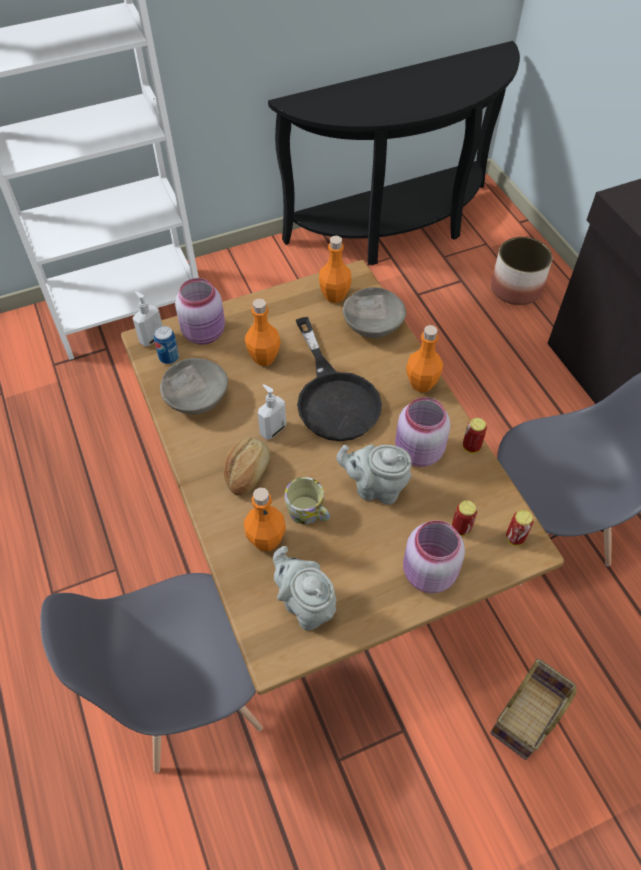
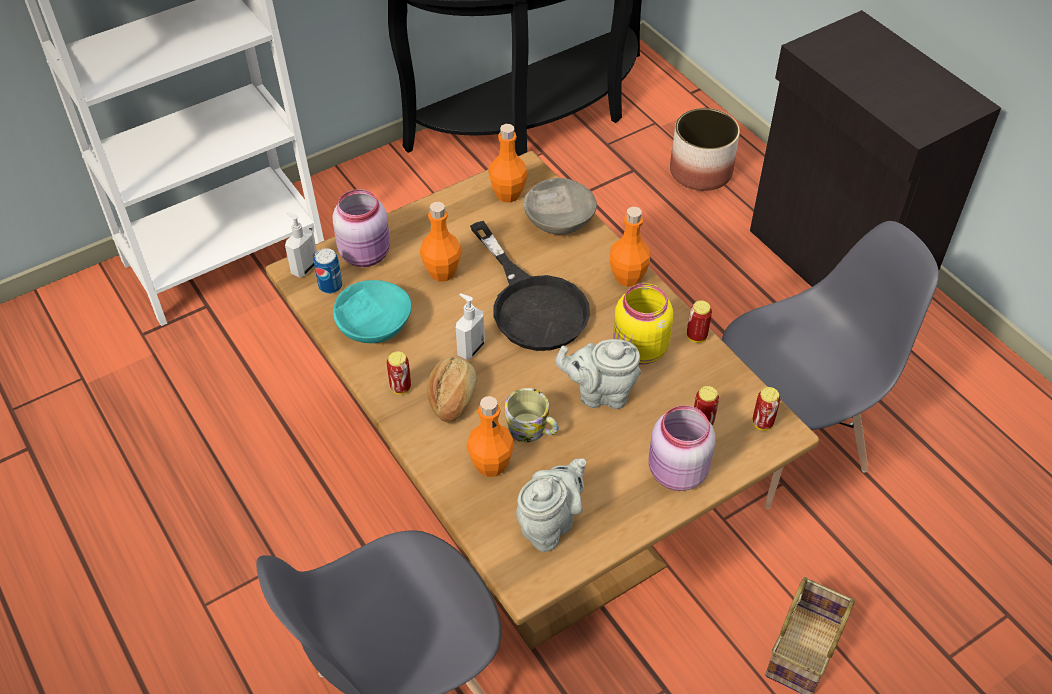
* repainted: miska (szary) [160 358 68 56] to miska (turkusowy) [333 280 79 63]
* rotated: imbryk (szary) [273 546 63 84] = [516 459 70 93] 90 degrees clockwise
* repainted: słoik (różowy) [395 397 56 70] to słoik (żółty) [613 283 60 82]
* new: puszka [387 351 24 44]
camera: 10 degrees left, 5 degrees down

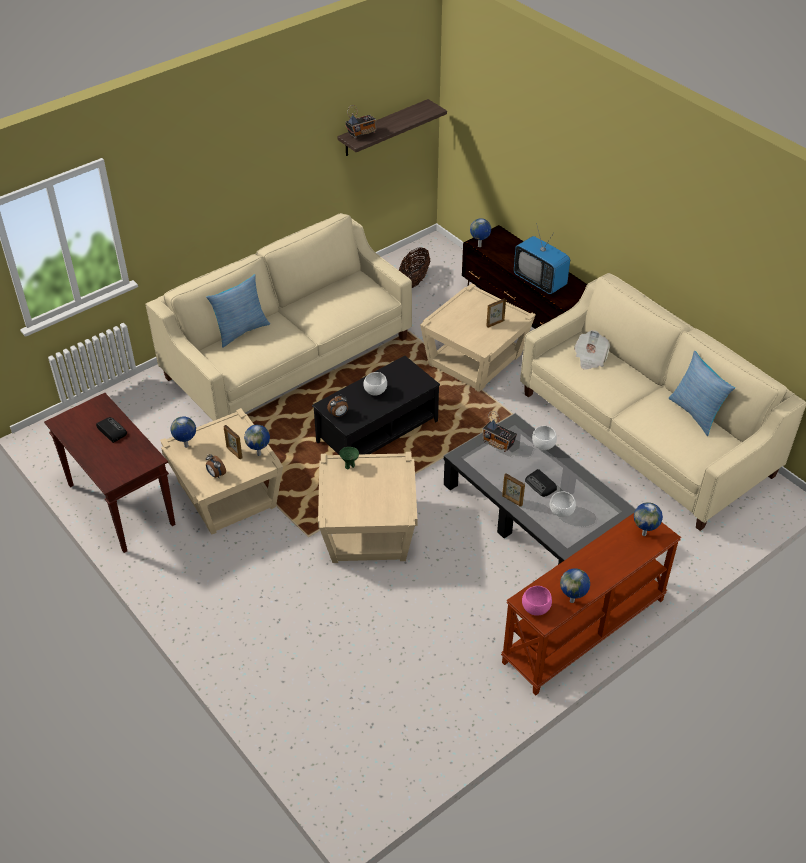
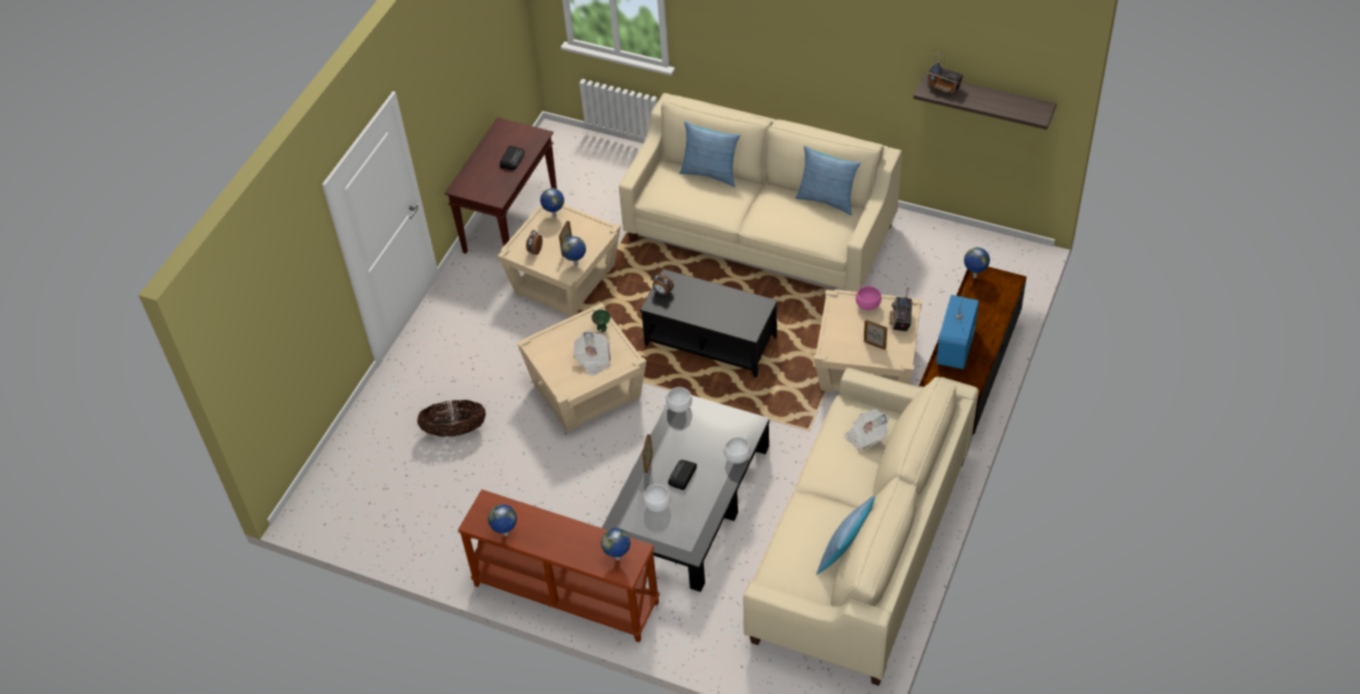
* shifted: miska (biały) [363 372 24 24] to [666 387 26 26]
* shifted: koszyk [399 247 32 41] to [417 400 69 37]
* shifted: radio [482 411 35 41] to [890 288 23 43]
* shifted: miska (różowy) [522 586 30 30] to [856 286 25 24]
* new: gazeta [573 330 38 47]
* new: poduszka [795 146 66 69]
camera: 65 degrees right, 5 degrees up

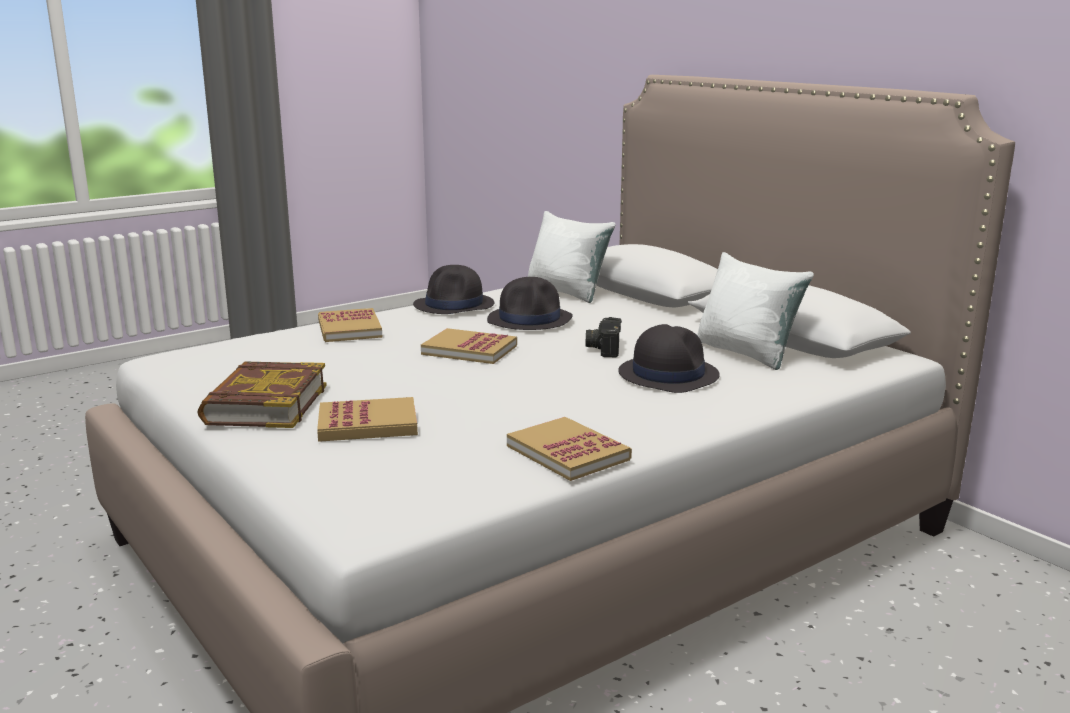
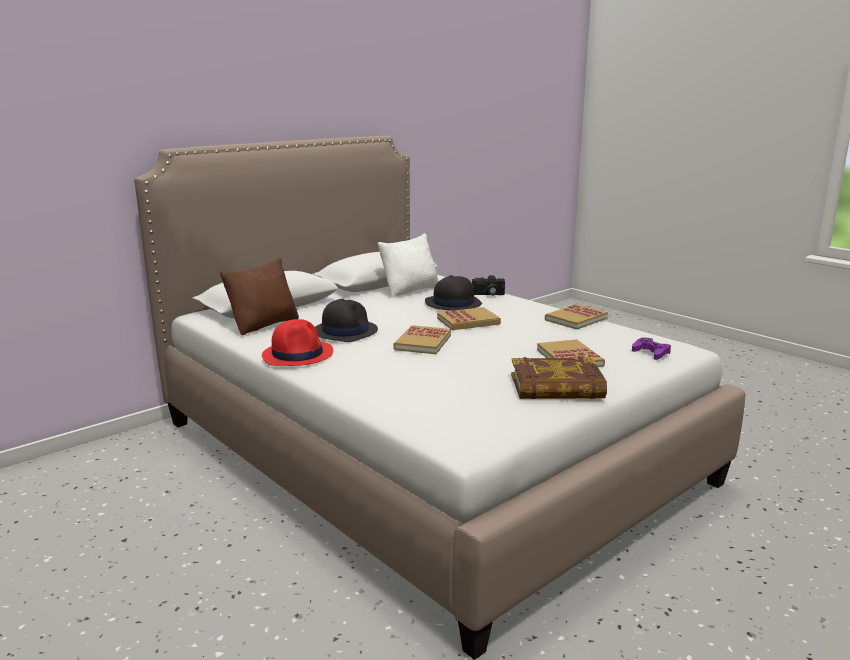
* shifted: książka [318 308 65 34] to [437 307 64 23]
* repainted: kapelusz (czarny) [413 265 81 49] to kapelusz (czerwony) [262 319 71 47]
* repainted: poduszka (biały) [528 211 88 92] to poduszka (brązowy) [220 258 79 77]
* shifted: aparat fotograficzny [586 317 36 40] to [472 275 33 21]
* new: pad do gier (fioletowy) [632 337 39 23]
camera: 95 degrees left, 0 degrees up

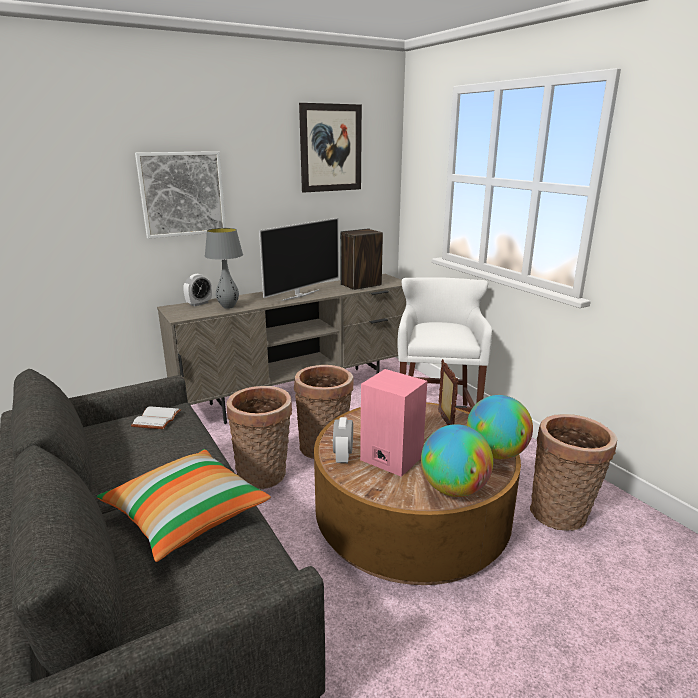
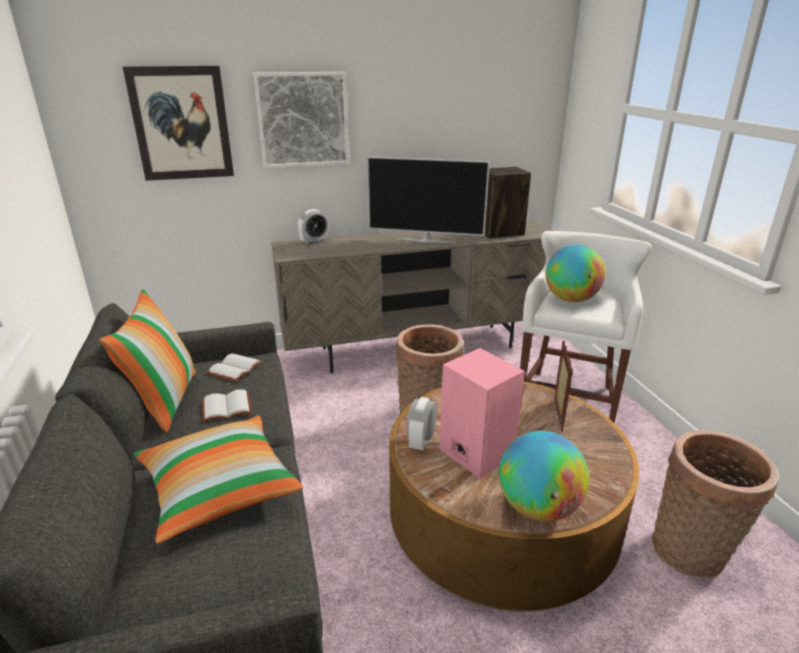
* gone: lampa stołowa (szary) [205 228 38 81]
* gone: koszyk [227 386 65 103]
* rotated: telewizor [259 218 80 83] = [367 156 123 87] 45 degrees clockwise
* shifted: obraz [299 103 63 90] to [123 66 111 115]
* shifted: globus [467 395 66 64] to [545 244 61 58]
* new: poduszka [100 289 96 144]
* new: książka (biały) [202 389 50 33]
camera: 15 degrees right, 5 degrees up

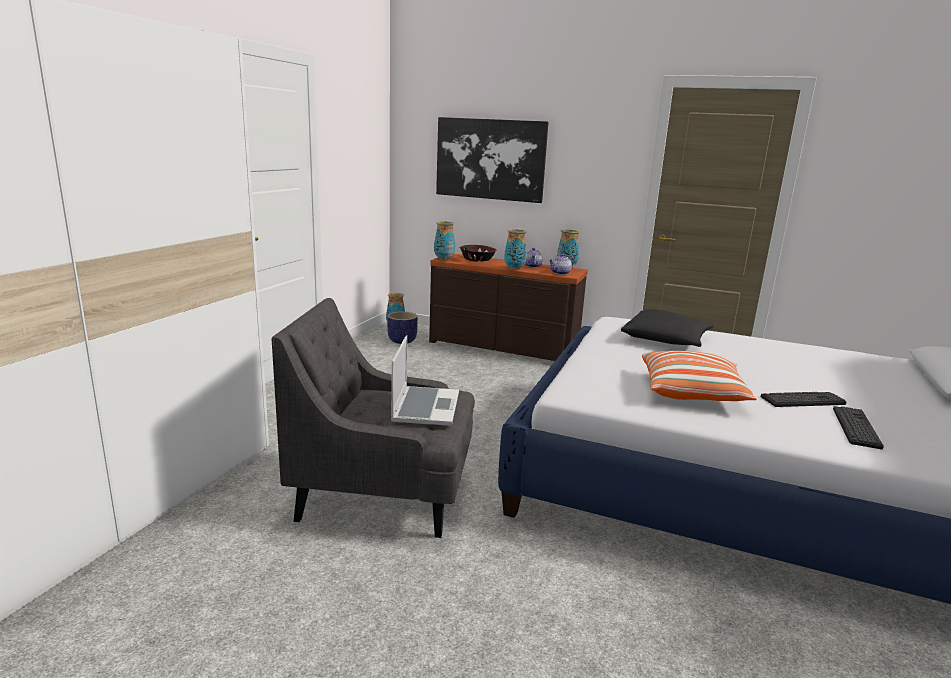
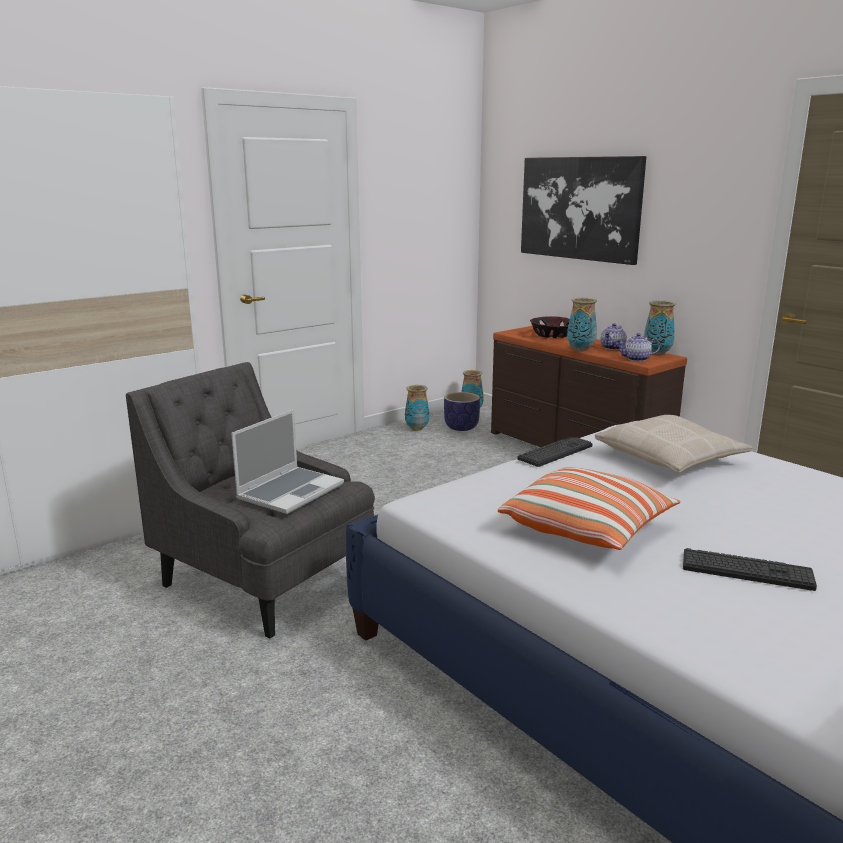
* shifted: wazon [434 221 21 40] to [405 385 24 46]
* repainted: poduszka (czarny) [621 309 93 38] to poduszka (beżowy) [595 415 158 58]
* shifted: klawiatura [833 406 51 43] to [517 437 76 30]
camera: 30 degrees right, 0 degrees up

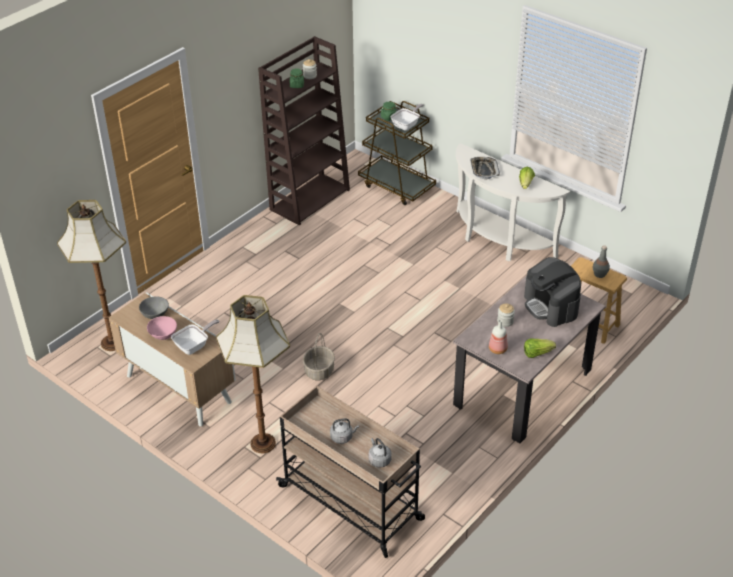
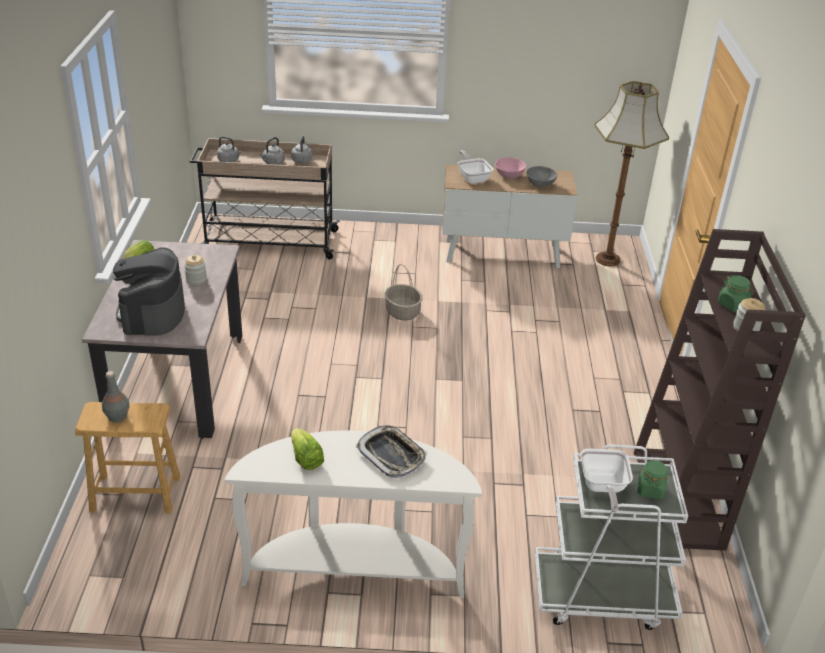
* rotated: patelnia [171 319 49 36] = [458 150 35 34] 150 degrees clockwise
* gone: lampa stojąca [216 295 74 158]
* repainted: wózek (brązowy) [358 101 78 104] to wózek (biały) [535 445 153 185]
* gone: butelka [489 320 19 34]
* rotated: ekspres do kawy [524 257 57 70] = [113 247 72 89] 120 degrees counterclockwise
* new: czajnik (szary) [291 136 21 28]
camera: 140 degrees right, 5 degrees down

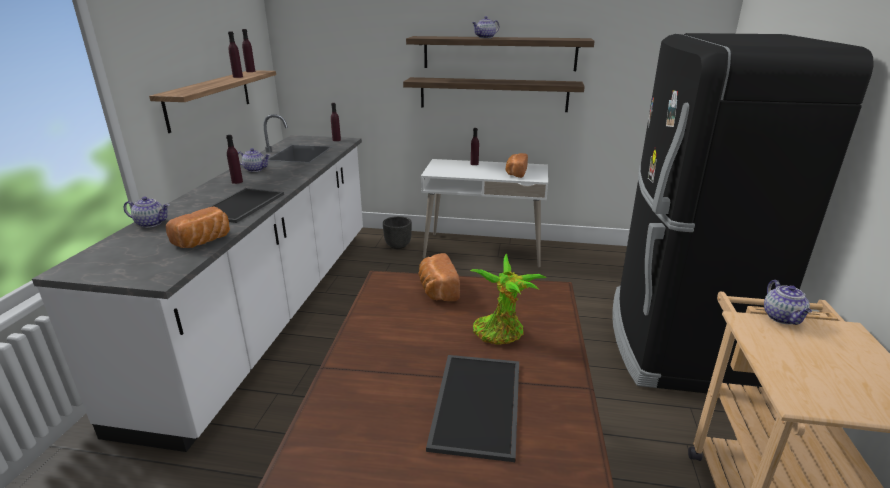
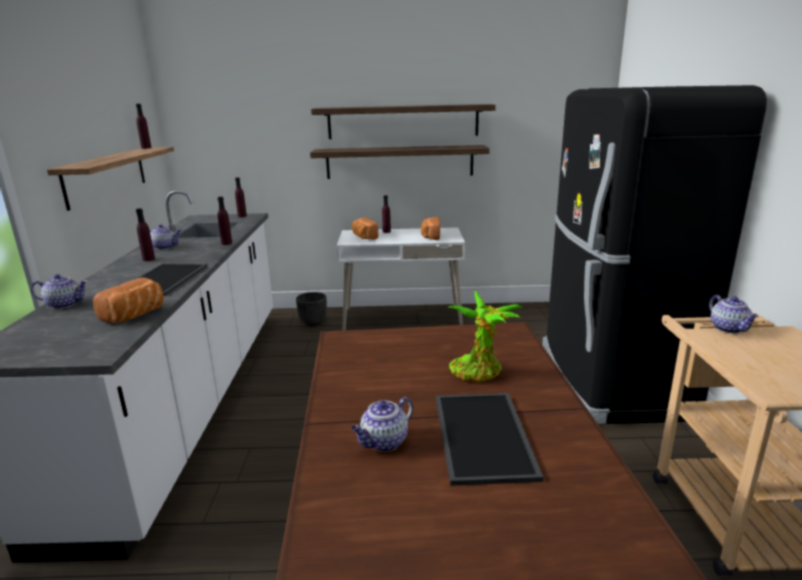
* shifted: butelka (fioletowy) [228 31 15 47] to [217 197 15 48]
* shifted: chleb [418 253 42 48] to [352 217 26 23]
* shifted: imbryk [472 16 27 22] to [351 397 62 55]
camera: 10 degrees left, 5 degrees down

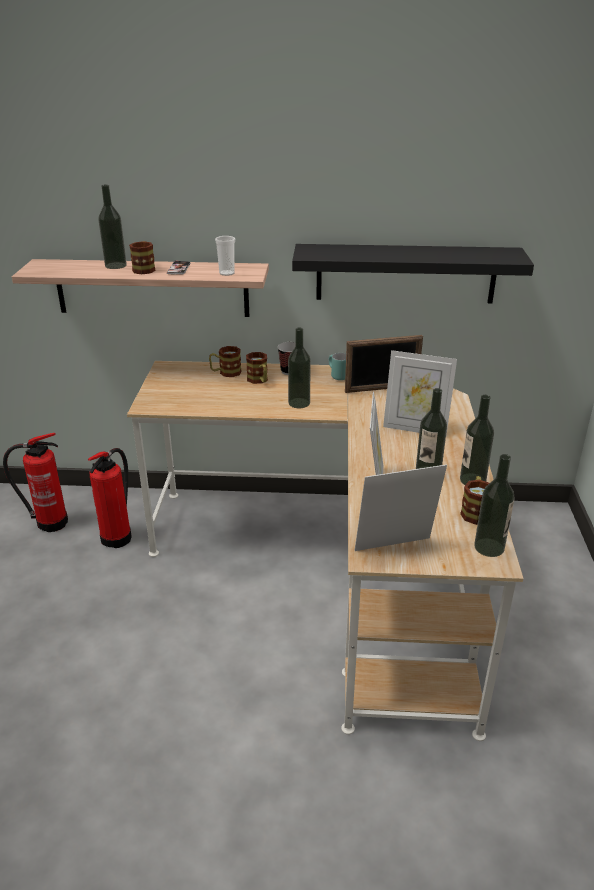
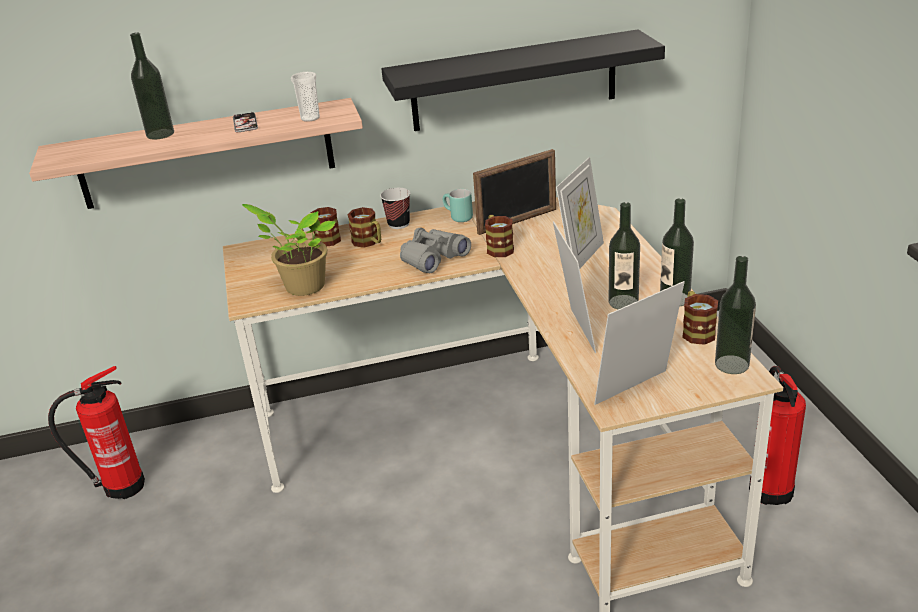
* shifted: gaśnica [88 448 44 100] to [749 366 57 139]
* shifted: kubek [129 241 27 33] to [485 215 29 42]
* swapped: butelka [288 327 23 81] to lornetka (szary) [400 227 71 46]
* rotated: ramka na zdjęcie [383 350 74 85] = [556 157 48 112] 60 degrees counterclockwise
* new: roślina doniczkowa [242 204 94 92]
camera: 15 degrees left, 0 degrees up

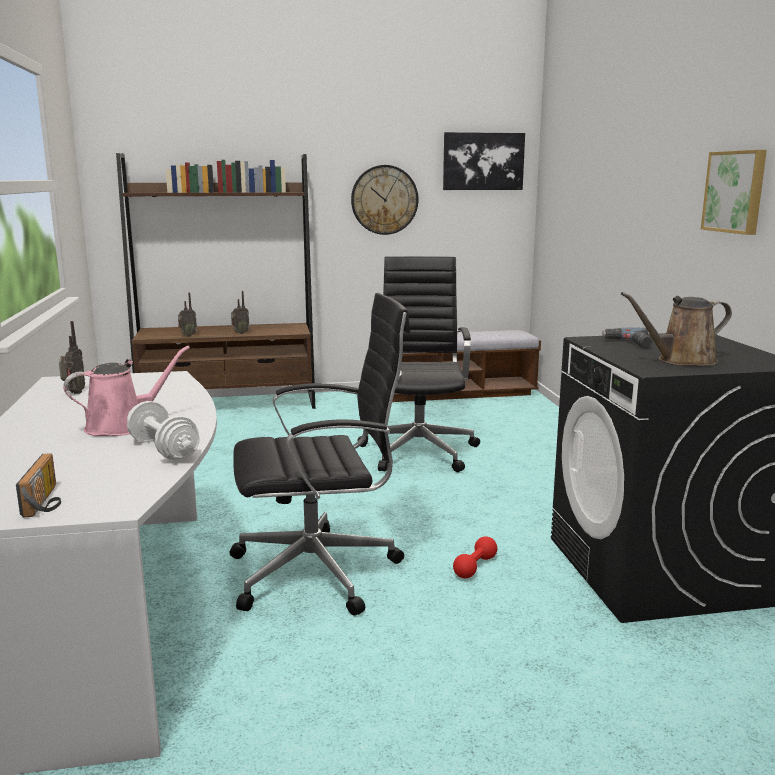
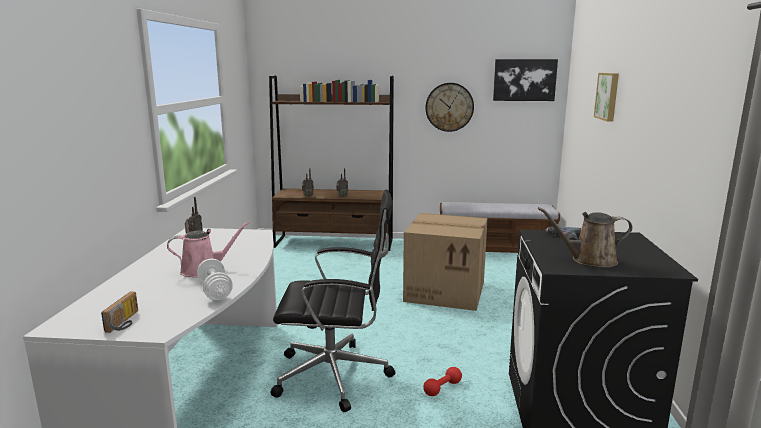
* swapped: krzesło biurowe (czarny) [357 256 123 216] to karton [403 213 85 98]
* shifted: obraz [701 150 66 85] to [594 73 25 49]
camera: 15 degrees right, 0 degrees up

